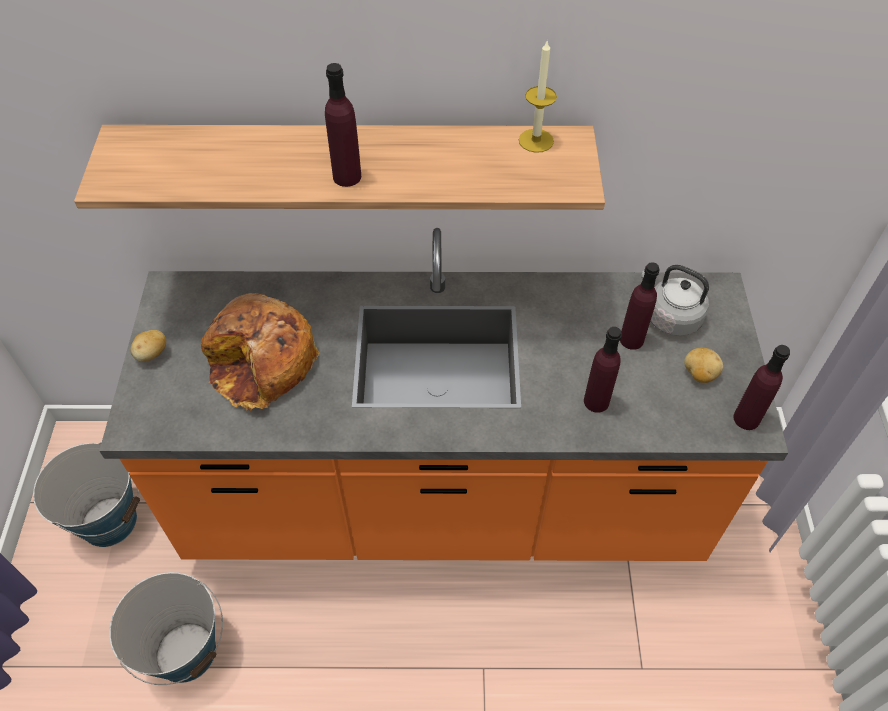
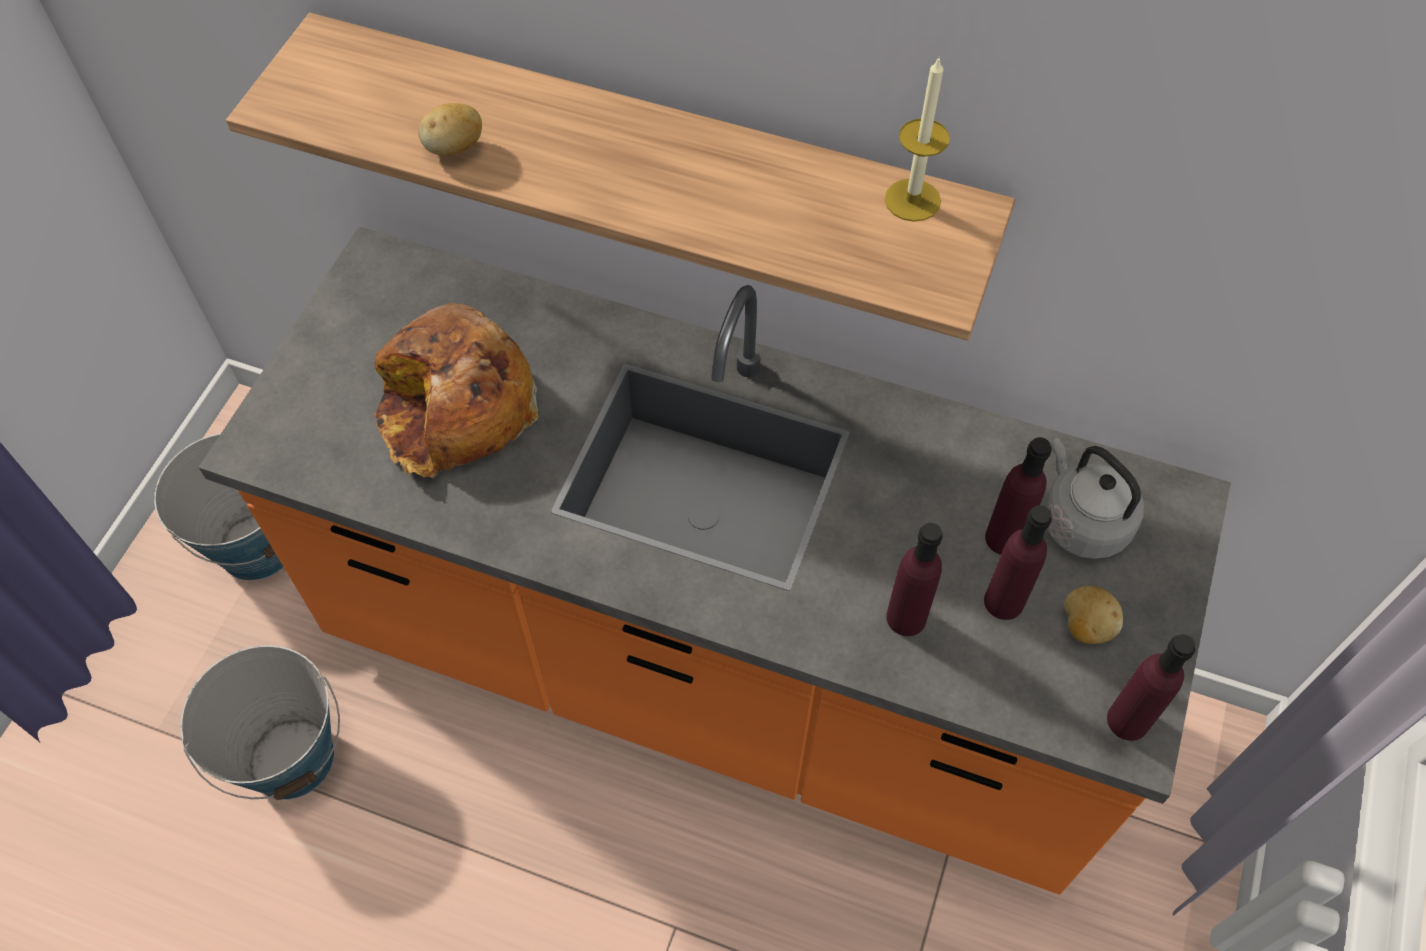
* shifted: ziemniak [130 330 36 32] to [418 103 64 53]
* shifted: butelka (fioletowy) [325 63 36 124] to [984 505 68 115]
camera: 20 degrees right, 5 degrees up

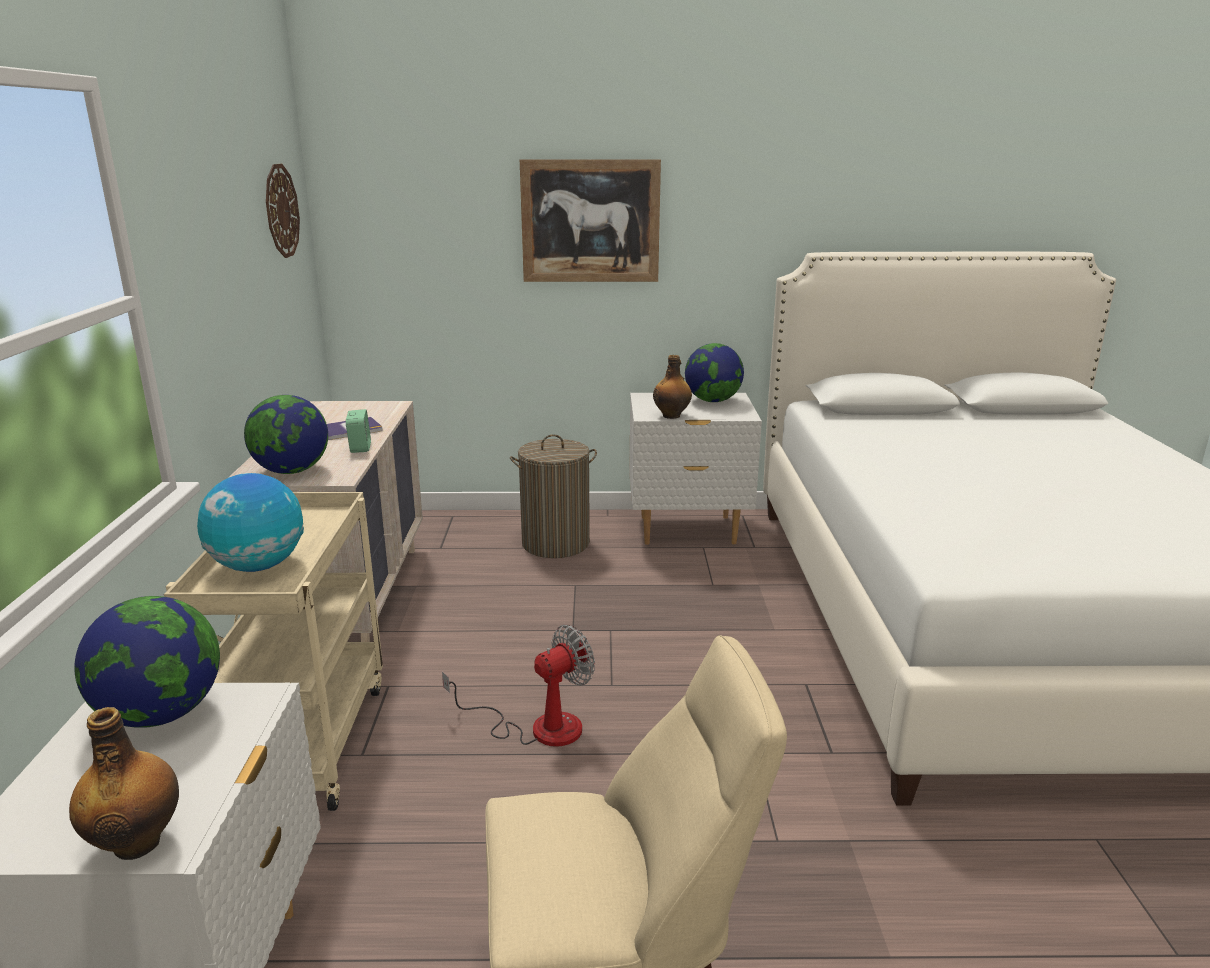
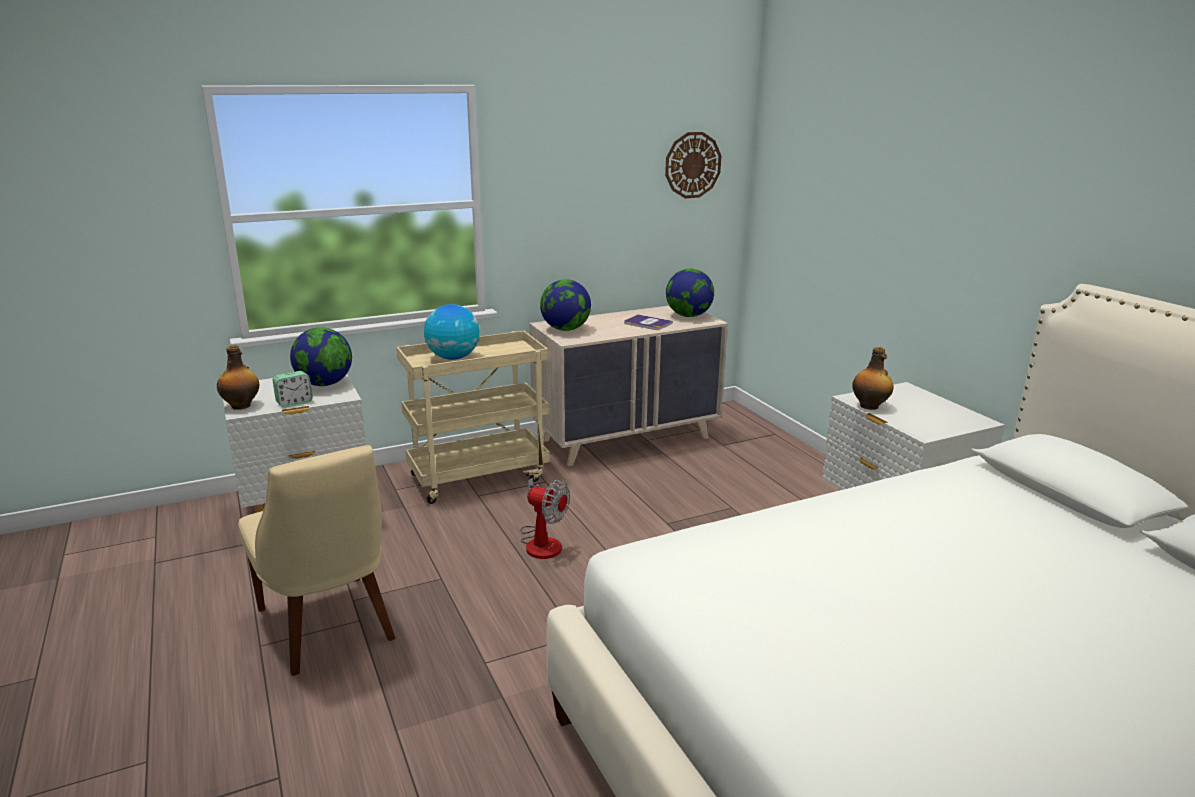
* shifted: budzik [346 409 25 44] to [273 371 40 36]
* gone: kosz na pranie [510 434 87 124]
* gone: obraz [520 159 141 123]
* shifted: globus [685 343 59 59] to [666 269 48 48]
camera: 65 degrees right, 0 degrees up

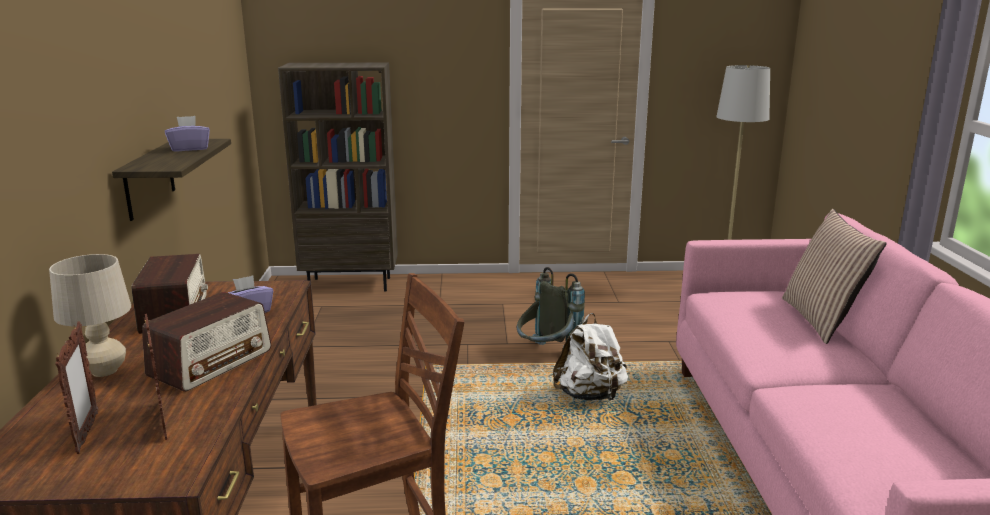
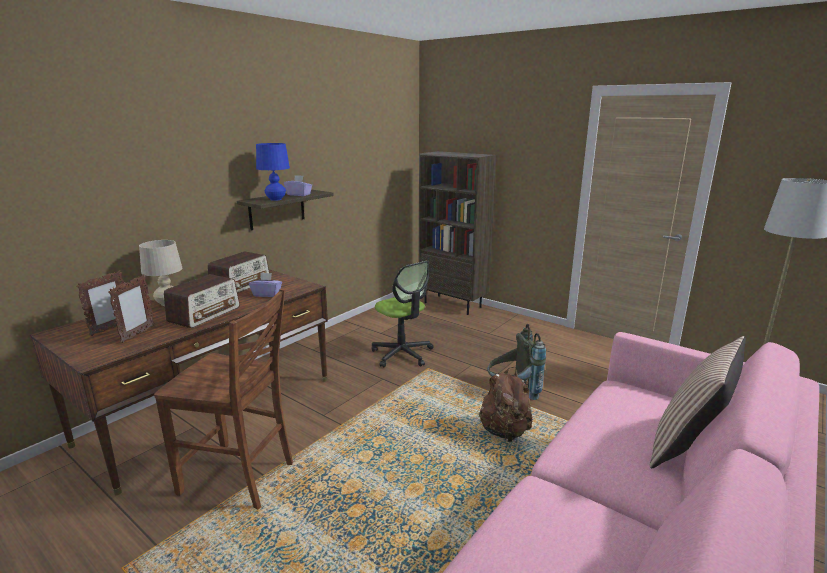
* rotated: radio [142 292 129 100] = [164 274 76 54] 45 degrees counterclockwise
* repainted: plecak (biały) [553 313 75 88] to plecak (brązowy) [479 367 53 75]
* new: lampa stołowa (niebieski) [256 143 34 58]
* new: krzesło biurowe [371 260 63 107]
camera: 40 degrees right, 0 degrees up

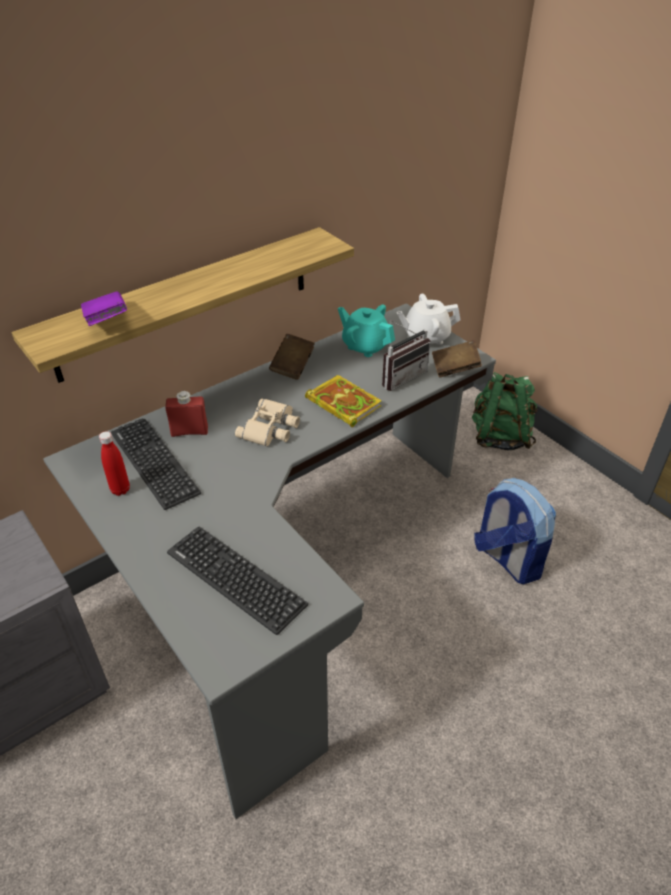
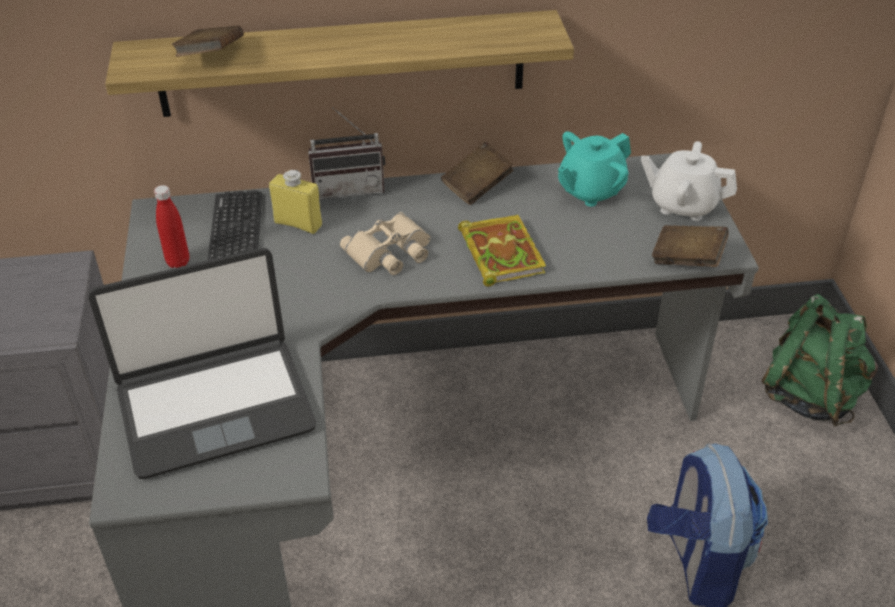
* repainted: książka (fioletowy) [81 291 46 35] to książka (brązowy) [172 26 72 31]
* repainted: butelka (czerwony) [165 391 43 46] to butelka (żółty) [269 170 53 64]
* swapped: klawiatura [167 526 141 109] to laptop [88 248 228 231]
* rotated: imbryk (turkusowy) [338 305 57 52] = [558 131 73 76] 105 degrees counterclockwise
* shifted: radio [382 320 48 71] to [308 107 77 93]
camera: 30 degrees right, 0 degrees up

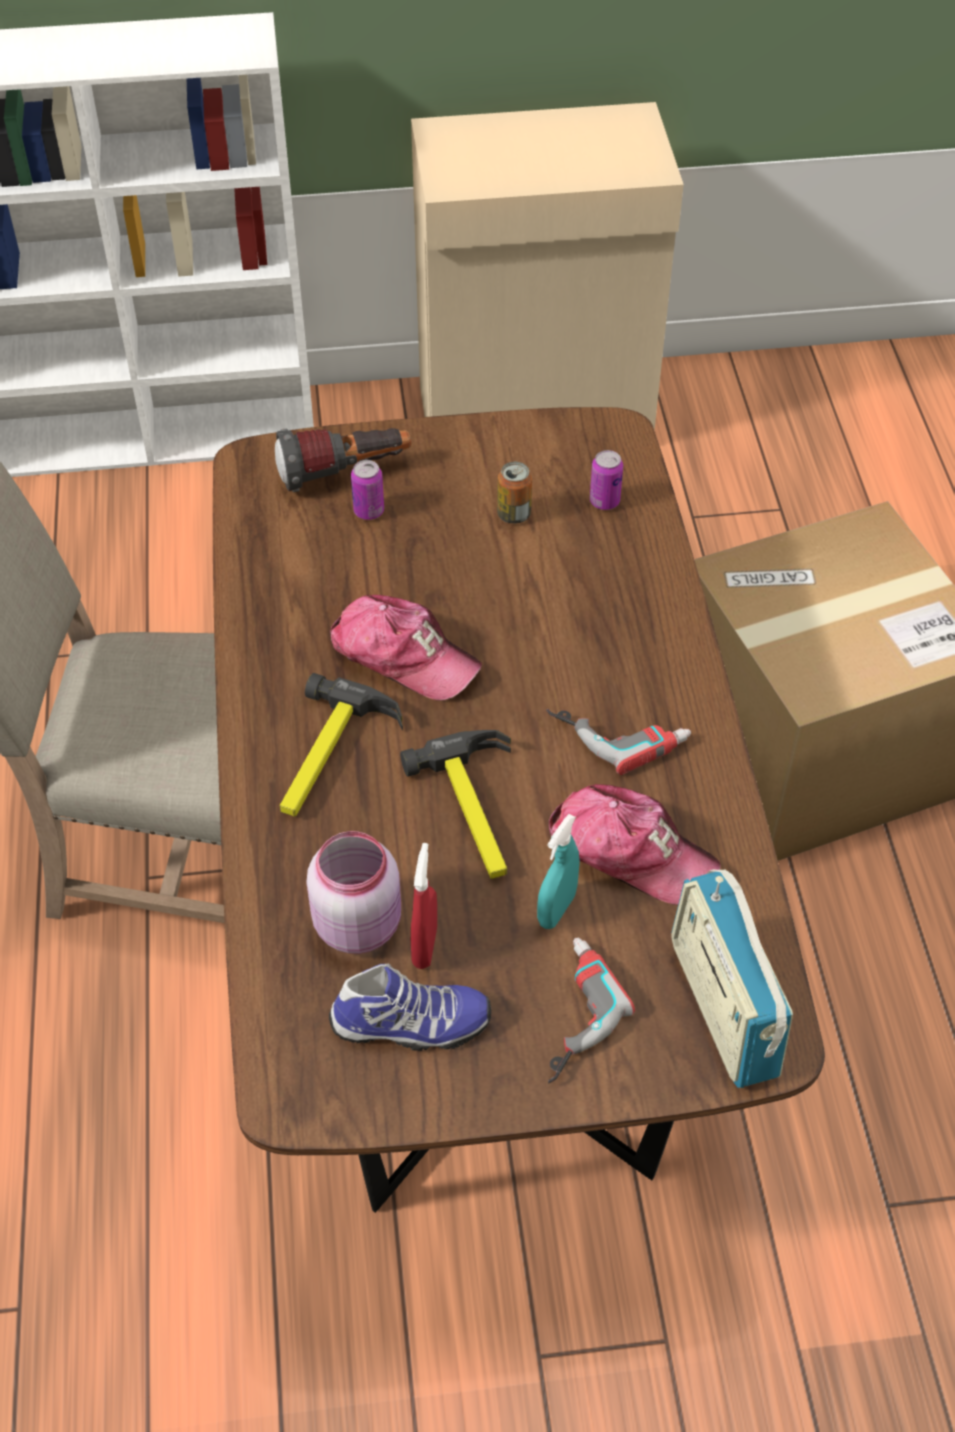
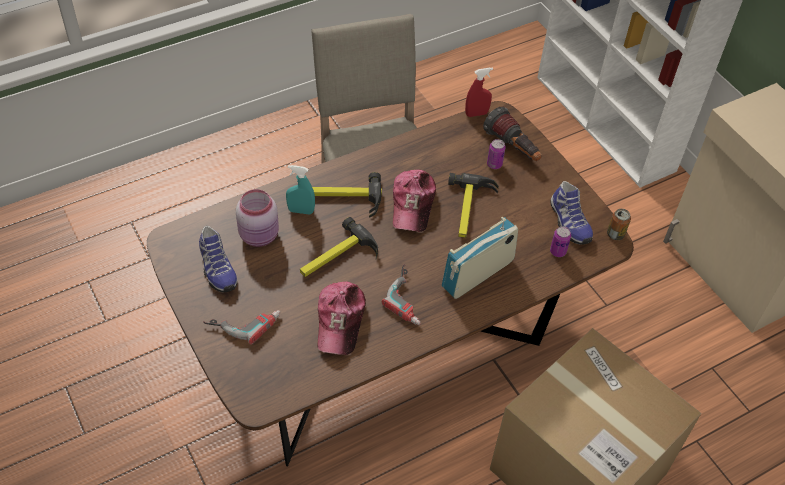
* shifted: spryskiwacz (czerwony) [411 843 26 126] to [465 67 28 50]
* shifted: puszka [497 462 35 62] to [607 209 24 31]
* shifted: spryskiwacz (turkusowy) [537 814 43 115] to [286 165 29 50]
* shifted: radio [671 869 122 219] to [442 217 76 82]
* new: młotek [448 173 51 65]
* new: but [550 181 43 64]
camera: 65 degrees right, 0 degrees up

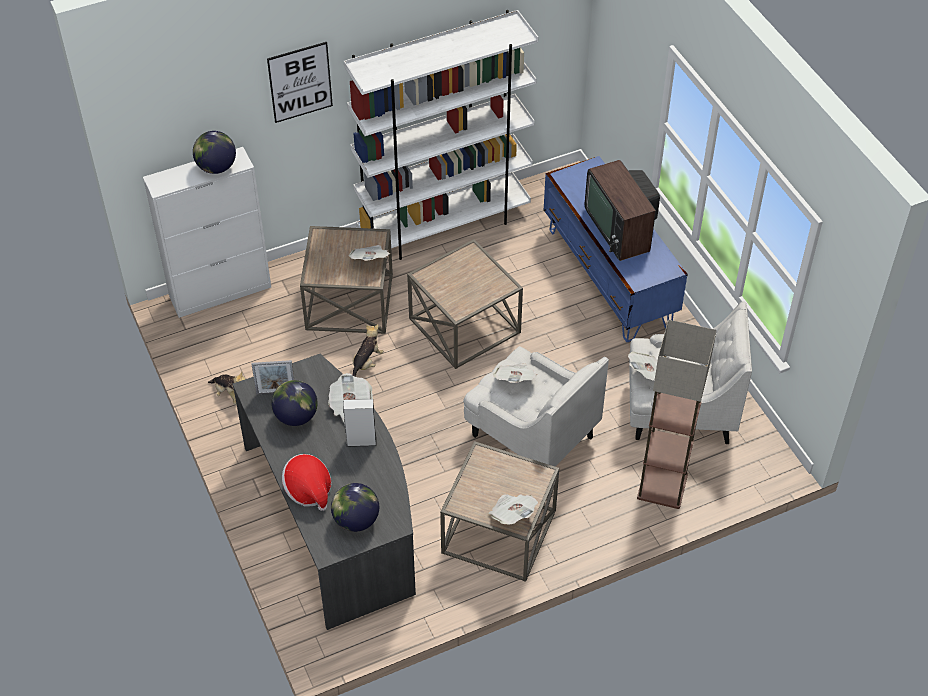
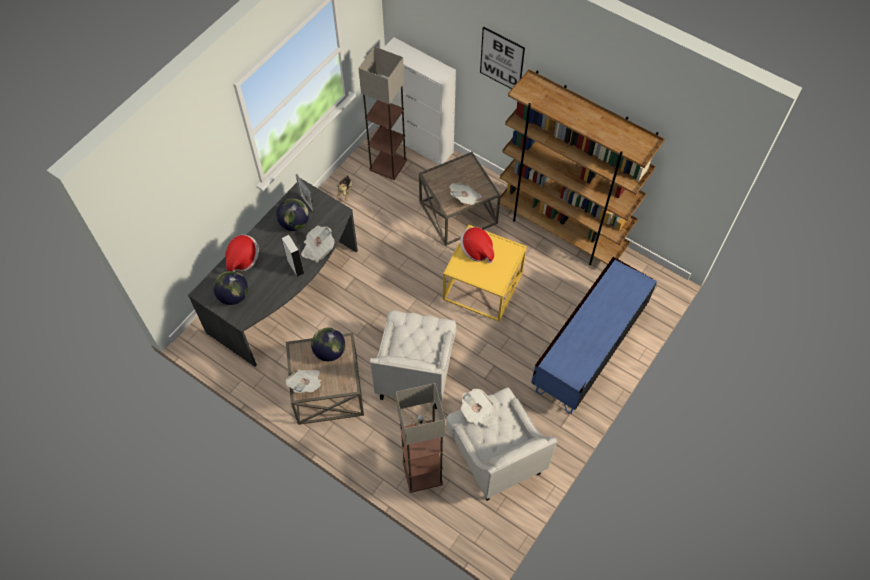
* shifted: globus [193 131 43 43] to [311 328 34 33]
* repainted: regał (biały) [344 10 194 250] to regał (brązowy) [500 69 165 196]
* gone: pluszak [352 324 32 53]
* repainted: stolik (brązowy) [407 239 116 130] to stolik (żółty) [443 225 84 97]
* gone: gazeta [493 363 44 20]
* gone: telewizor [585 160 75 101]
* new: lampa stojąca [358 46 49 134]
* new: kapelusz [460 227 34 36]
camera: 60 degrees right, 10 degrees up

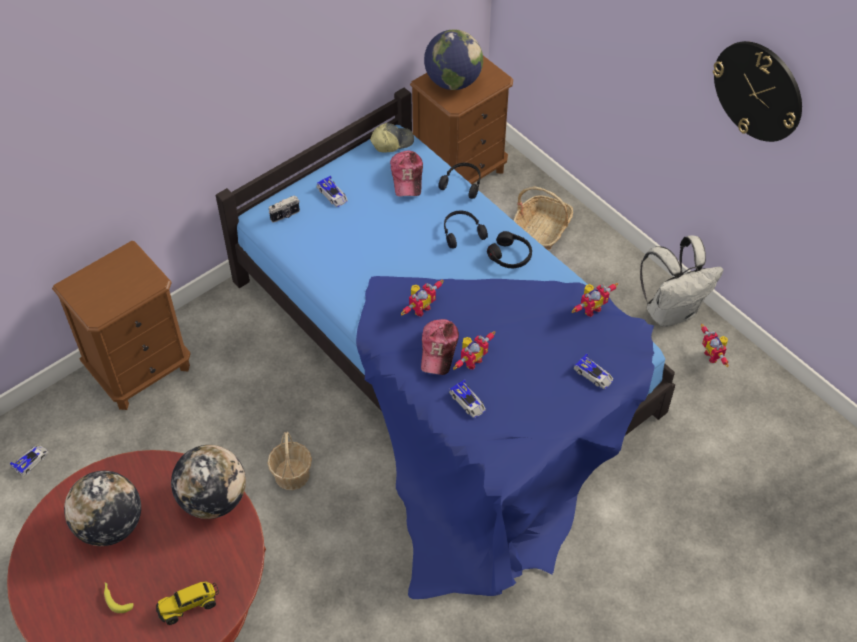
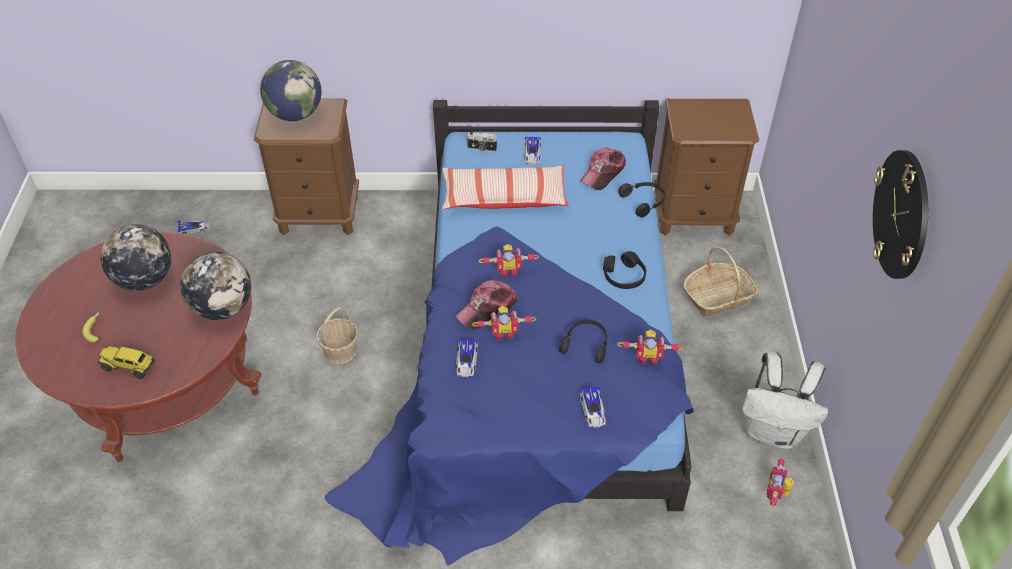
* gone: czapka z daszkiem [370 123 44 29]
* shifted: globus [424 30 59 60] to [260 60 61 61]
* shifted: słuchawki (czarny) [444 211 44 38] to [559 320 48 43]
* new: poduszka [442 166 127 43]
camera: 40 degrees right, 5 degrees down

